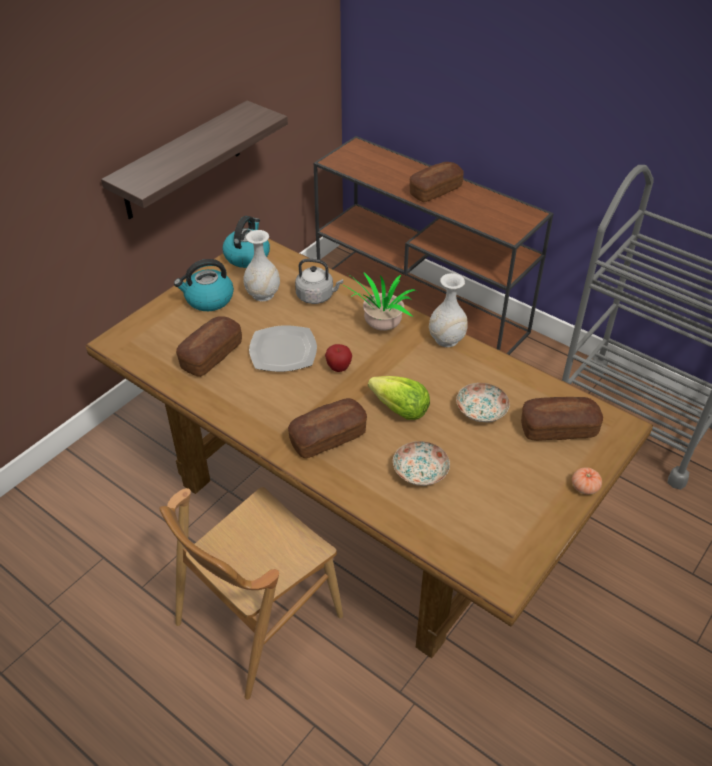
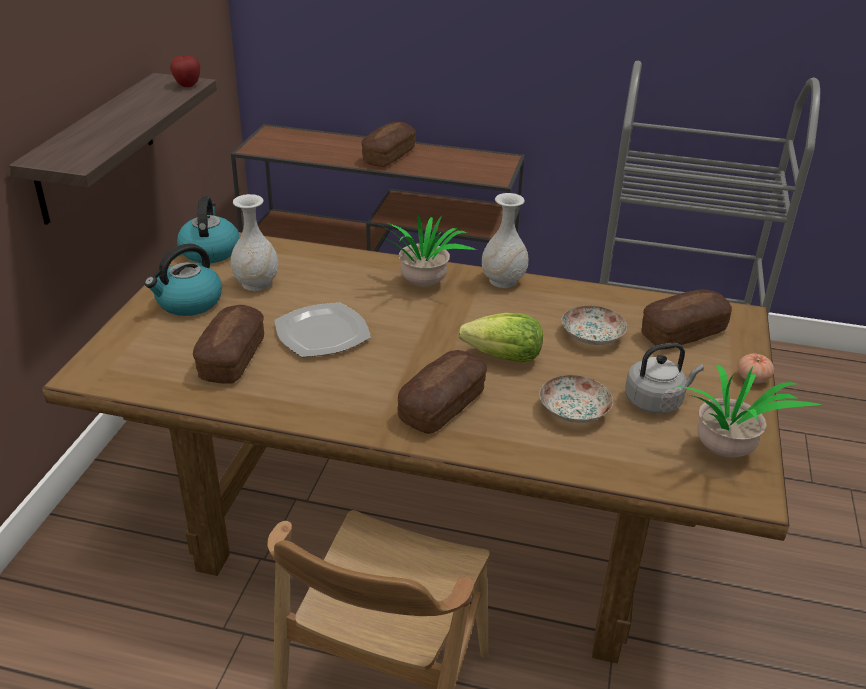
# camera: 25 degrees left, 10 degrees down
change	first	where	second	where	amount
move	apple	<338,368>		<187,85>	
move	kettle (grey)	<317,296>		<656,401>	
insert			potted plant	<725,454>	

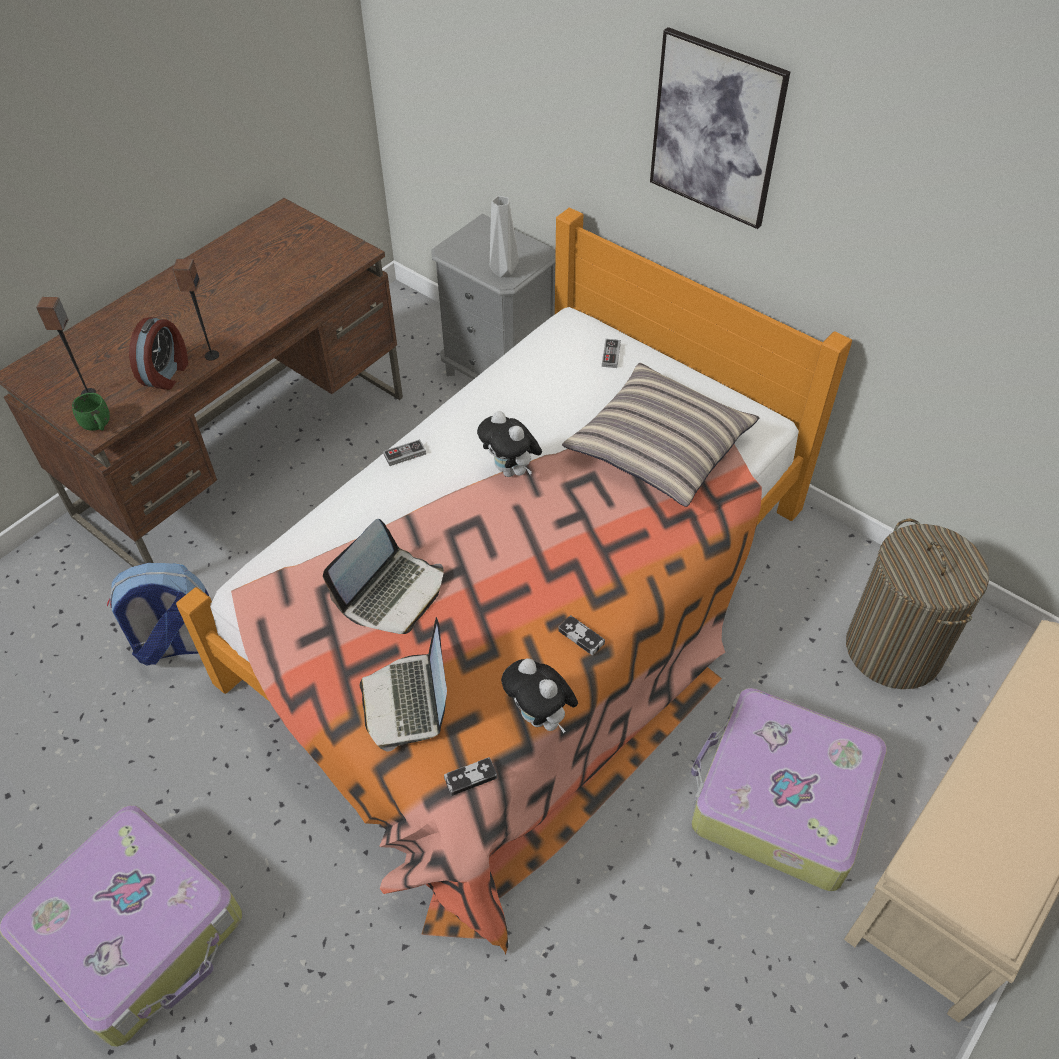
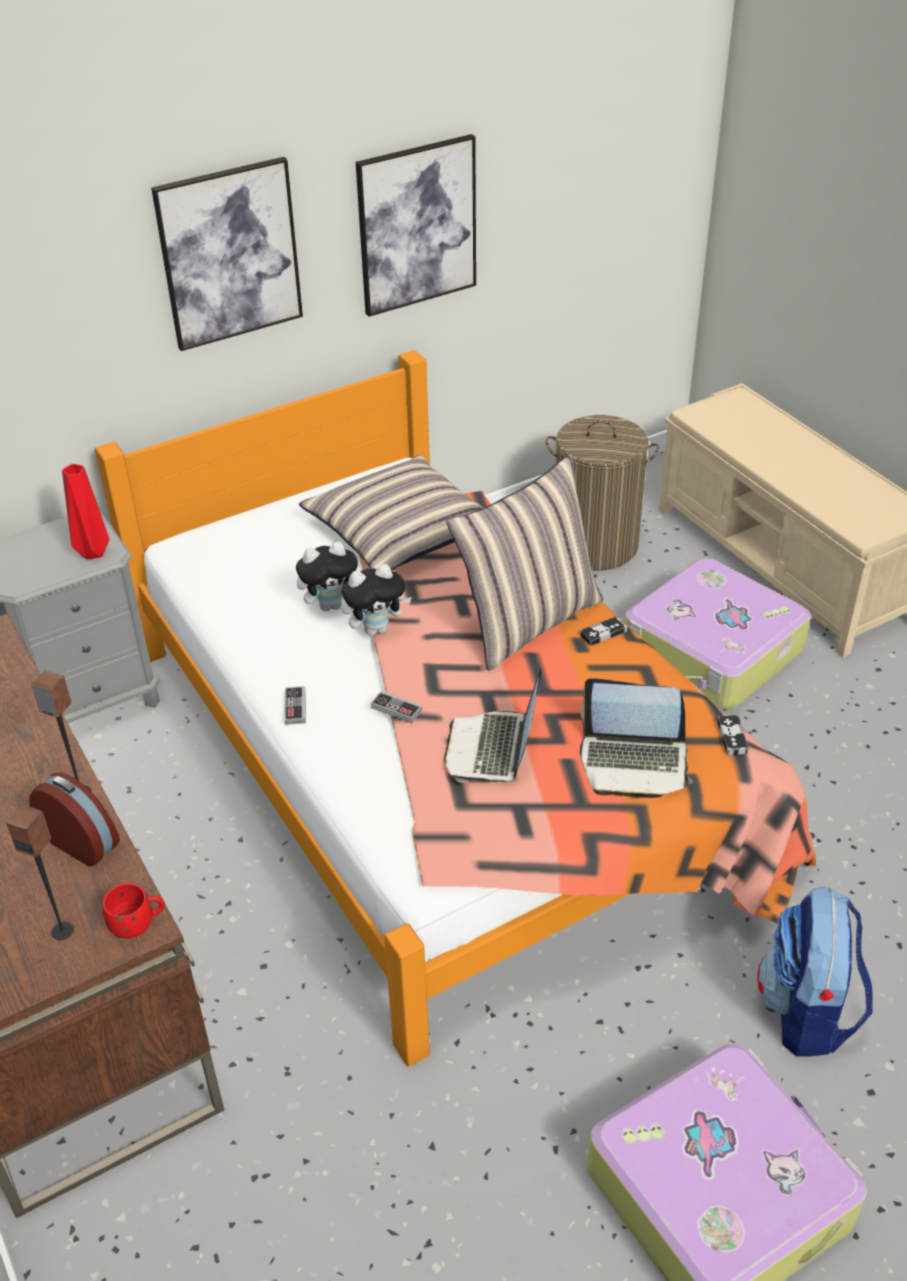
# camera: 70 degrees left, 10 degrees down
change	first	where	second	where	amount
recolor	vase (grey)	<504,271>	vase (red)	<94,551>	
recolor	mug (green)	<98,426>	mug (red)	<138,924>	
move	plush toy	<541,717>		<331,605>	
insert			picture	<417,225>	
move	game controller	<611,355>		<396,709>	
rotate	laptop	<392,593>		<493,749>	135 degrees counterclockwise
insert			pillow	<528,621>	
move	backpack	<178,645>		<807,1012>	

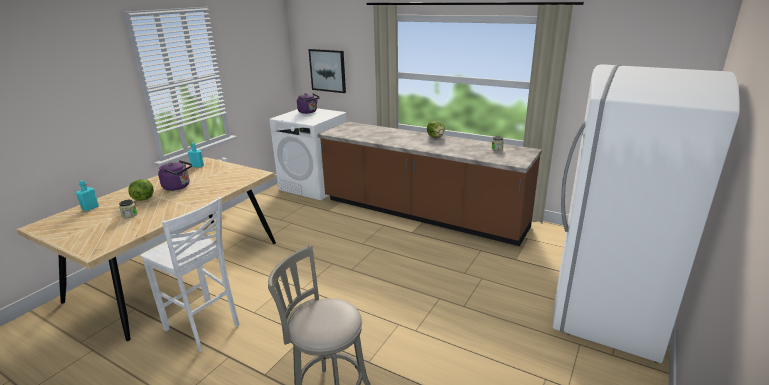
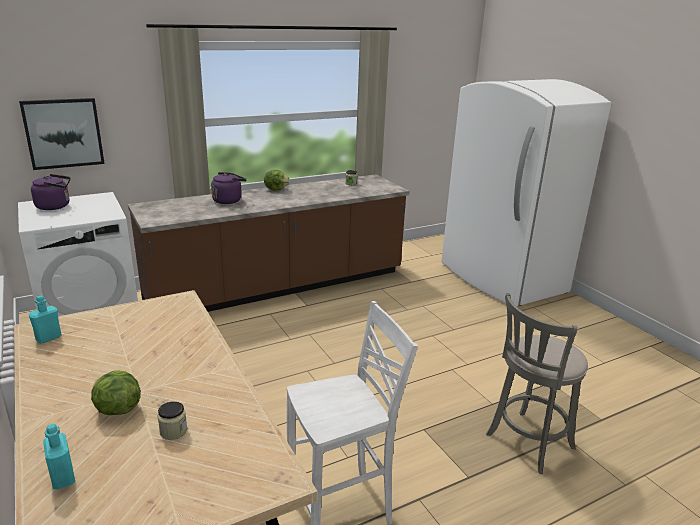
# camera: 60 degrees left, 0 degrees up
change	first	where	second	where	amount
move	kettle (purple)	<178,187>		<228,200>	

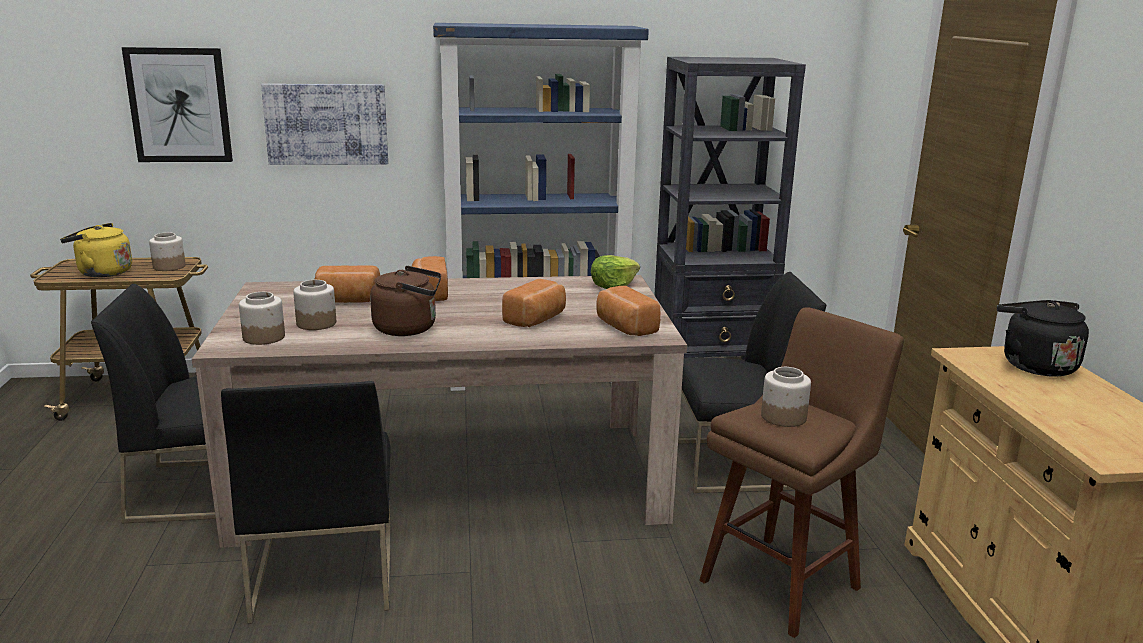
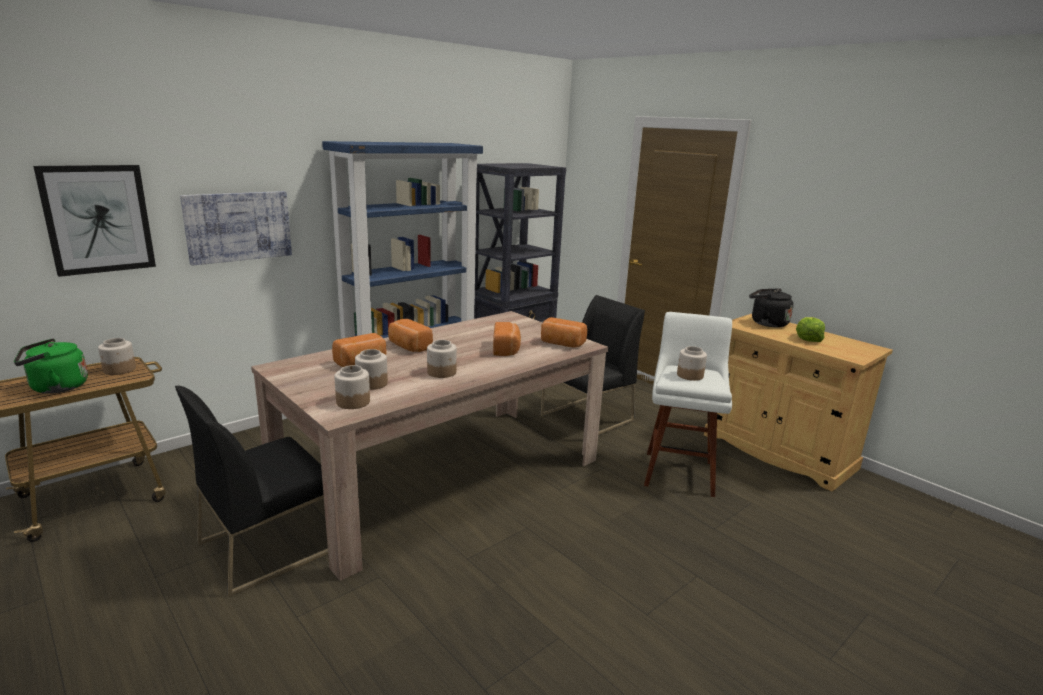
# camera: 35 degrees left, 0 degrees up
change	first	where	second	where	amount
recolor	kettle (yellow)	<102,273>	kettle (green)	<55,388>	
replace	kettle (brown)	<409,328>	jar	<442,372>	
recolor	stool (brown)	<785,581>	stool (white)	<679,471>	
move	lettuce	<613,286>		<807,338>	
delete	chair (black)	<323,572>			

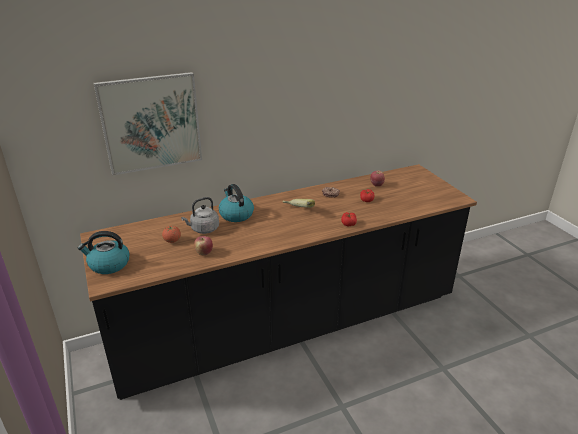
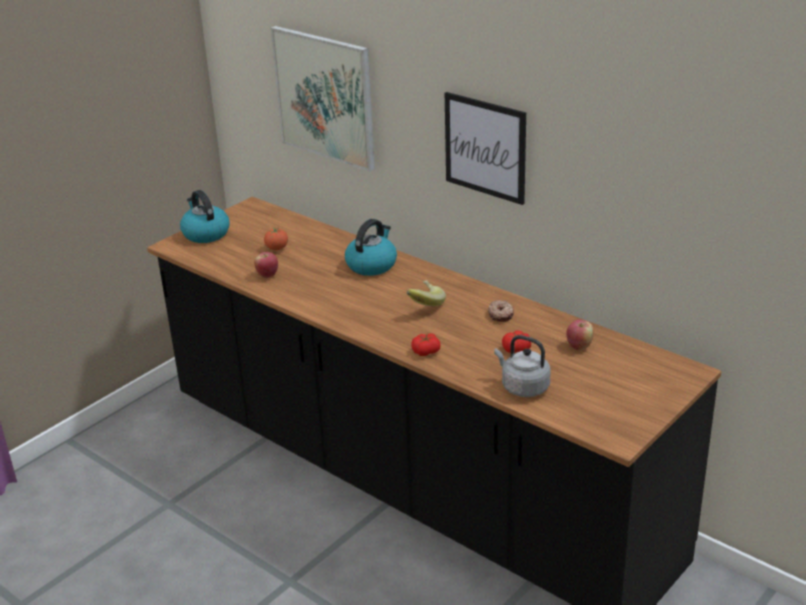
# camera: 65 degrees right, 0 degrees up
change	first	where	second	where	amount
insert			picture	<485,147>	
move	kettle (grey)	<203,229>		<523,387>	

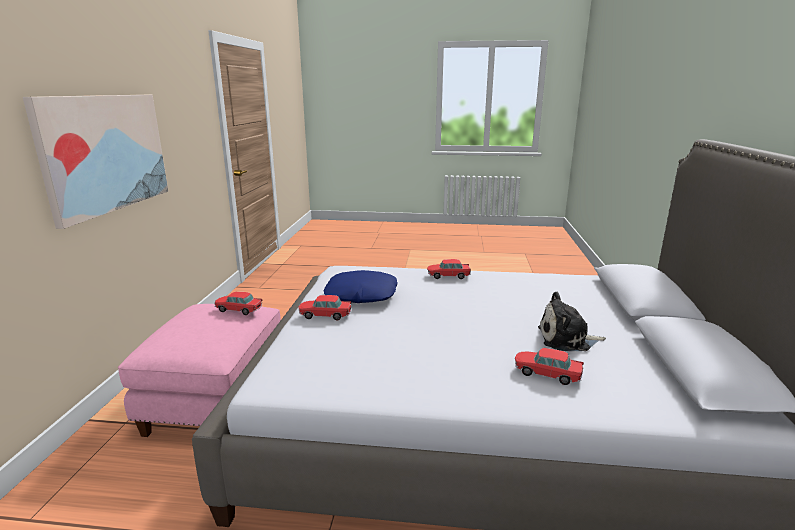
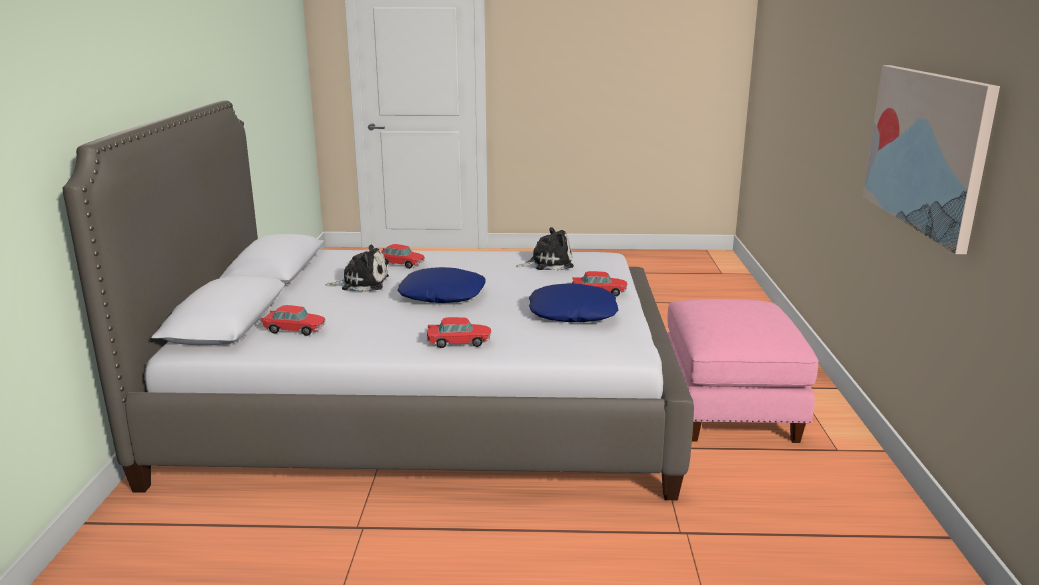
# camera: 175 degrees right, 0 degrees up
change	first	where	second	where	amount
move	toy car	<238,310>		<294,330>	
insert			pillow (blue)	<443,295>	
insert			plush toy	<548,263>	

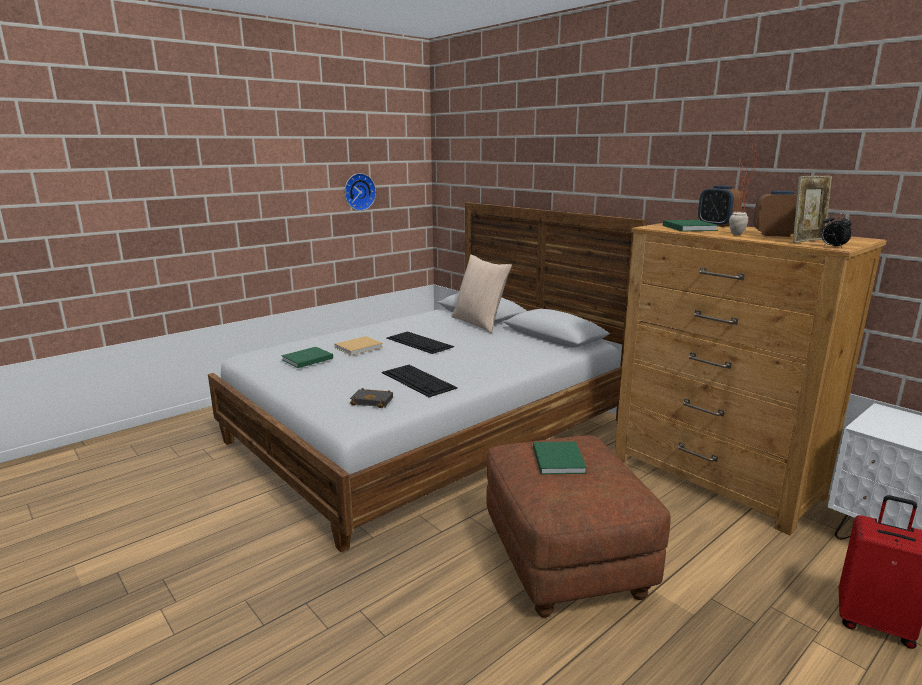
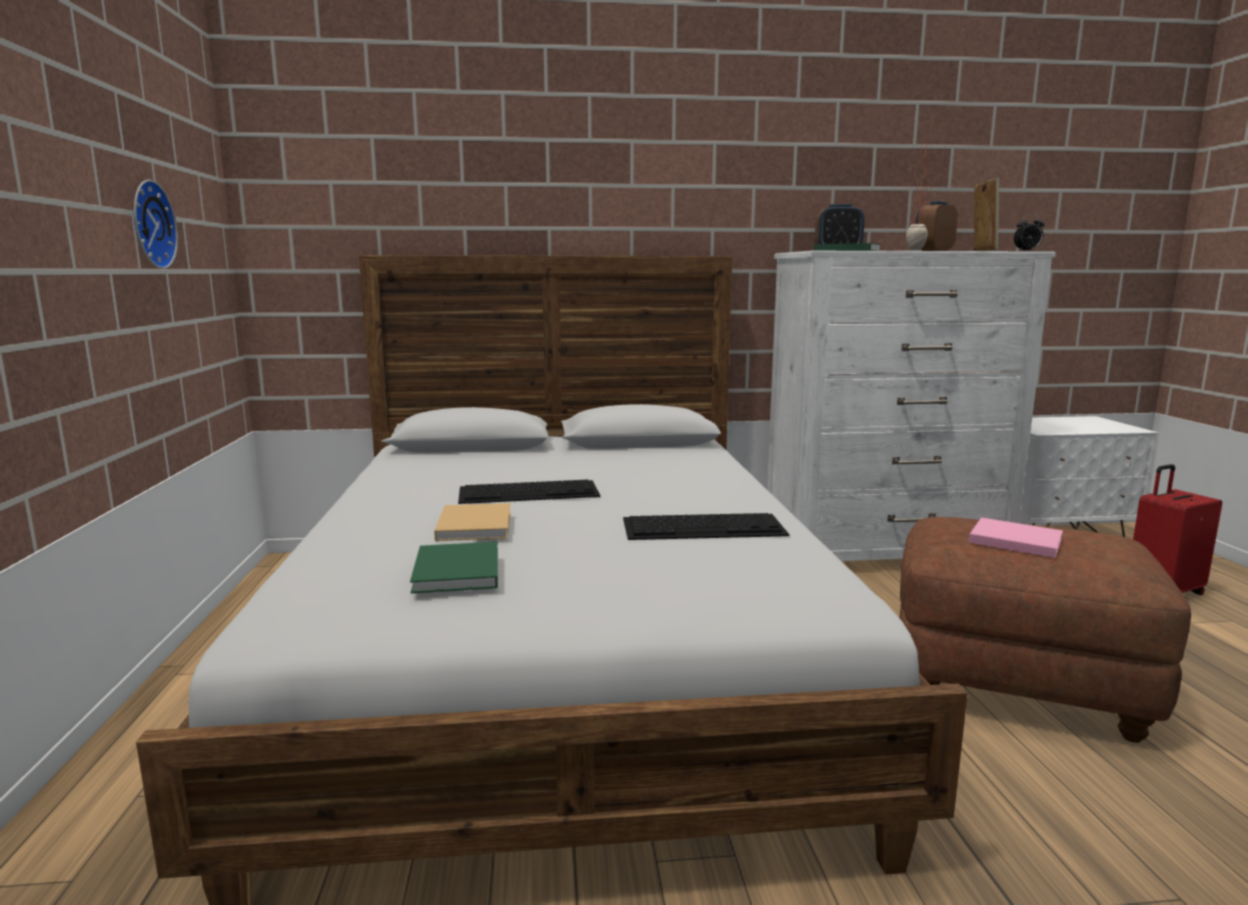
# camera: 55 degrees left, 5 degrees down
change	first	where	second	where	amount
recolor	dresser (brown)	<714,477>	dresser (white)	<884,551>	
recolor	book (green)	<558,459>	book (pink)	<1012,540>	
delete	book (black)	<373,401>			
delete	pillow (beige)	<479,323>			

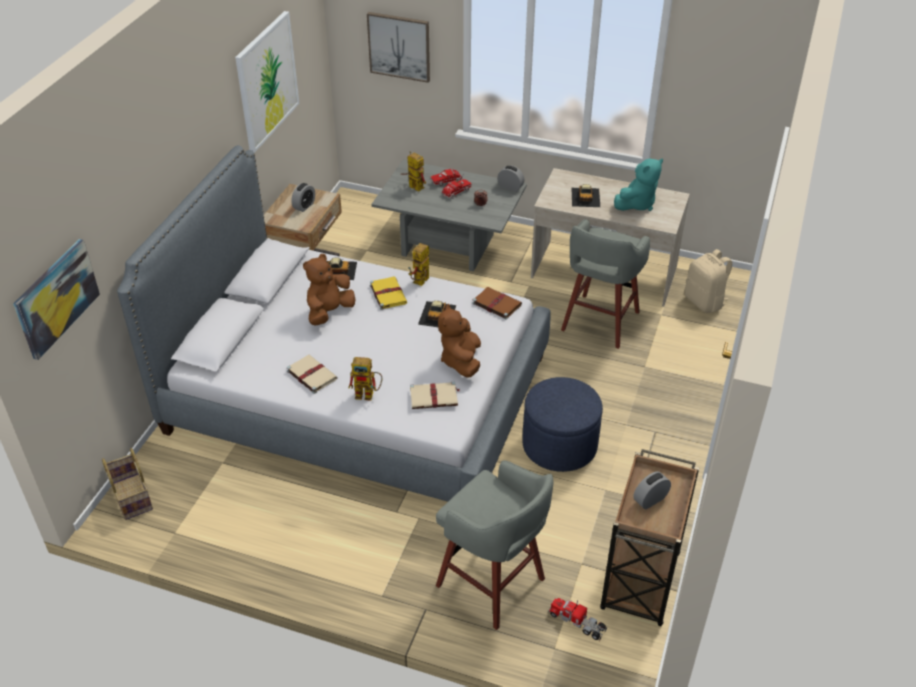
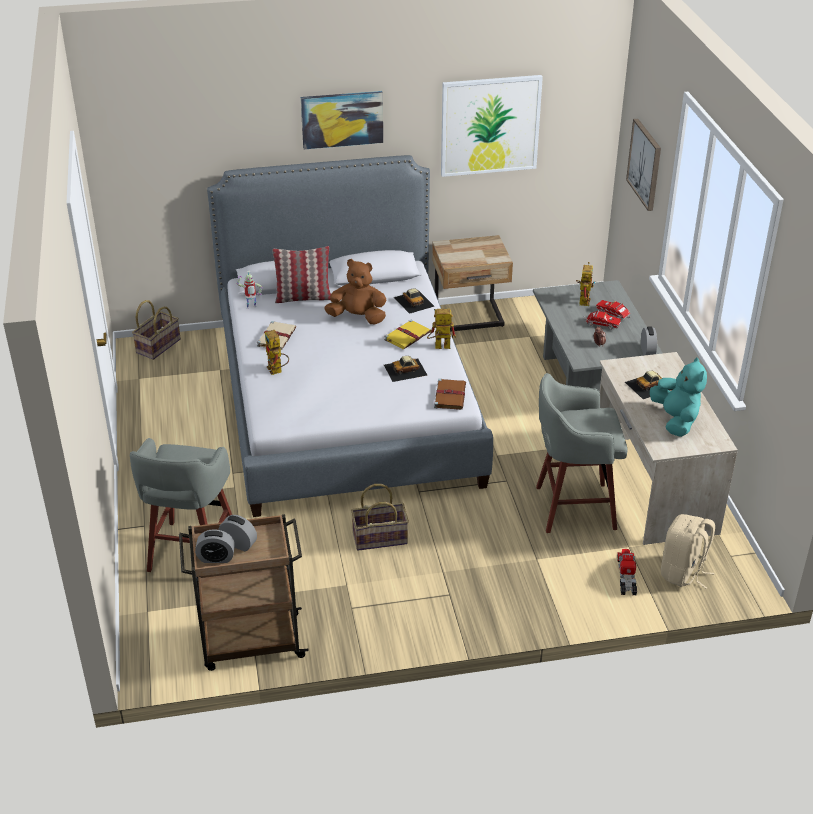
# camera: 60 degrees right, 5 degrees down
change	first	where	second	where	amount
move	alarm clock	<304,206>		<216,558>	
insert			toy robot	<251,308>	
insert			pillow	<303,297>	
move	picture	<56,298>		<342,119>	
replace	ottoman (blue)	<559,445>	basket	<380,537>	
move	toy truck	<577,622>		<626,576>	
rotate	plush toy (turquoise)	<637,204>		<676,420>	120 degrees counterclockwise
delete	book (beige)	<434,397>			
delete	plush toy (brown)	<461,361>			

